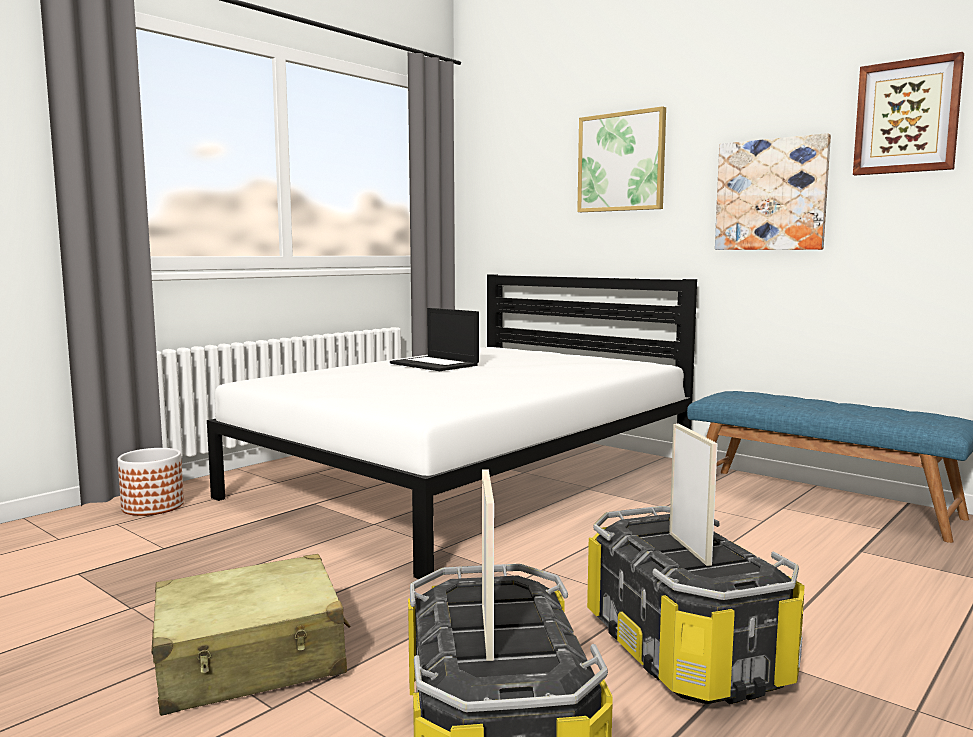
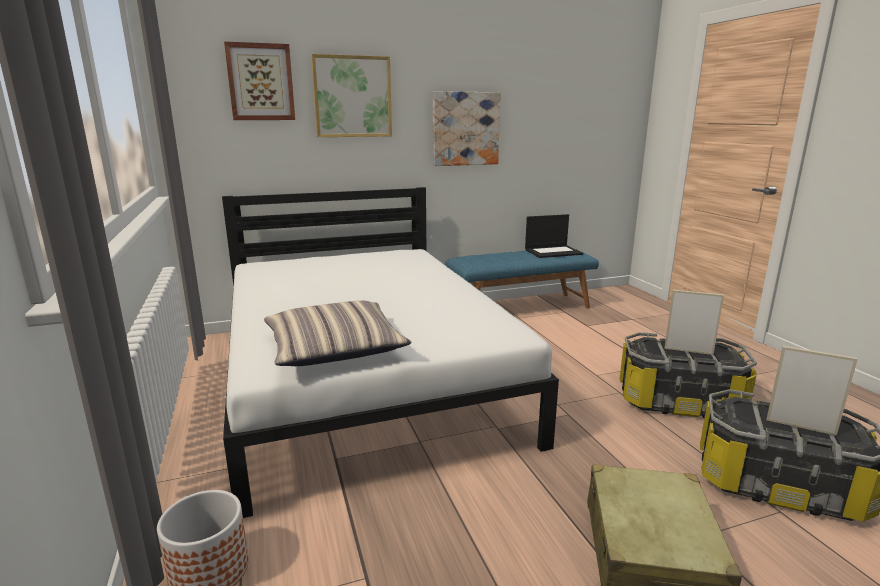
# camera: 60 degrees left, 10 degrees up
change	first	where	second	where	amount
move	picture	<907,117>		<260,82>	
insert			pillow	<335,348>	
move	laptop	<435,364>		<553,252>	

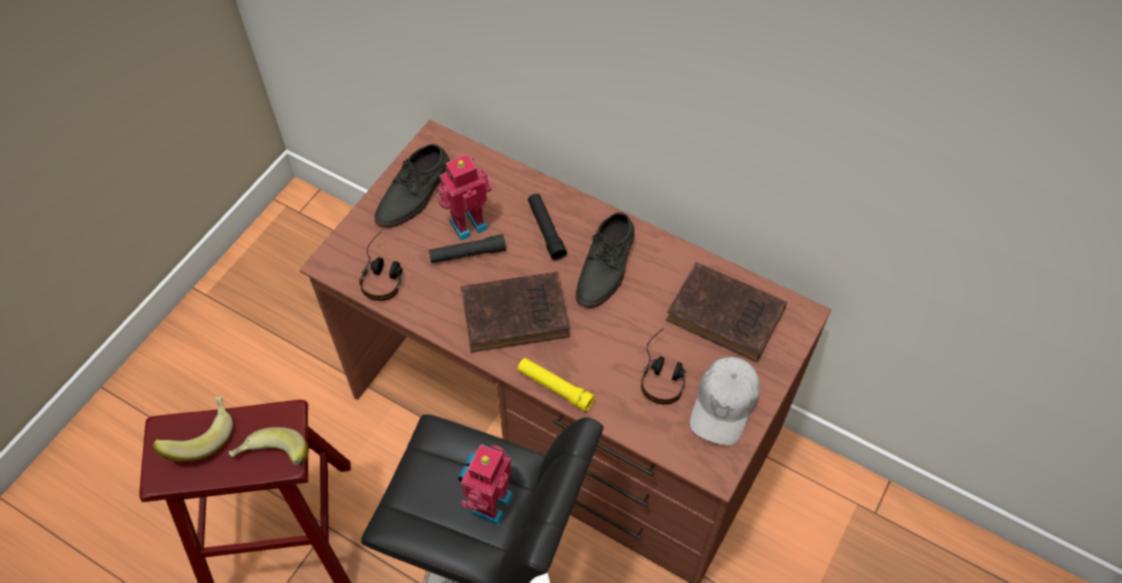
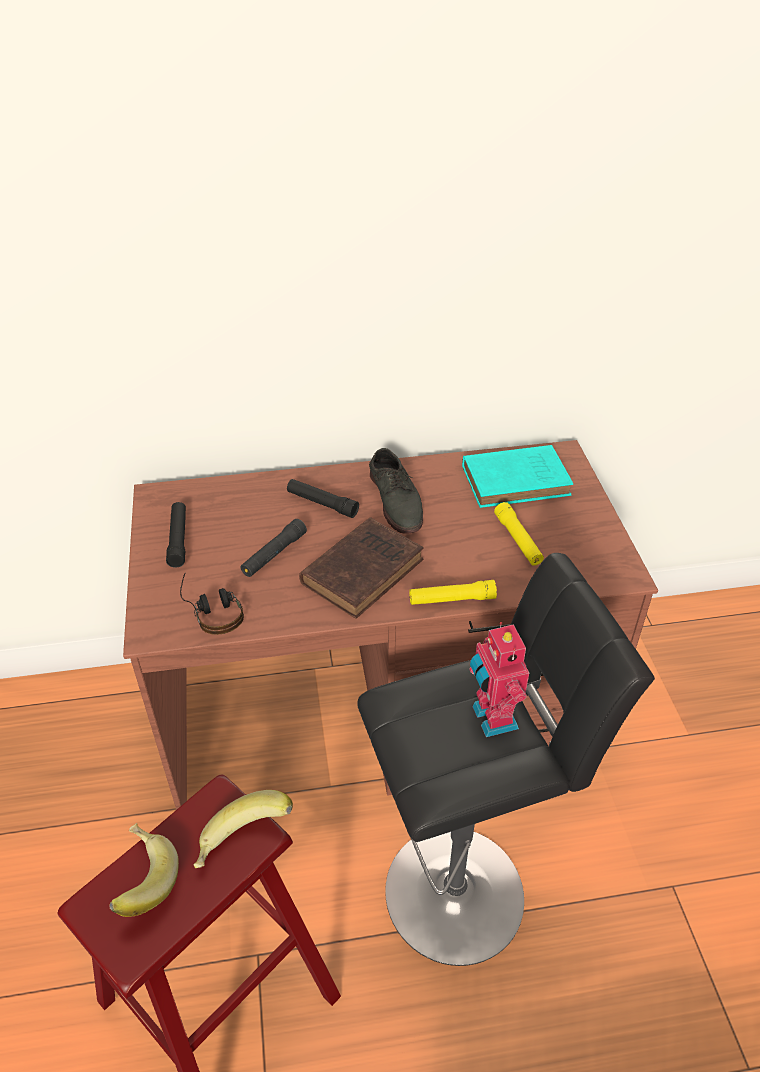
# camera: 40 degrees left, 15 degrees down
change	first	where	second	where	amount
replace	shoe (grey)	<415,193>	flashlight (black)	<178,539>	
recolor	book (brown)	<728,316>	book (turquoise)	<518,481>	
replace	headphones	<663,373>	flashlight (yellow)	<518,540>	
delete	toy robot	<467,223>			
delete	cap (white)	<724,405>			

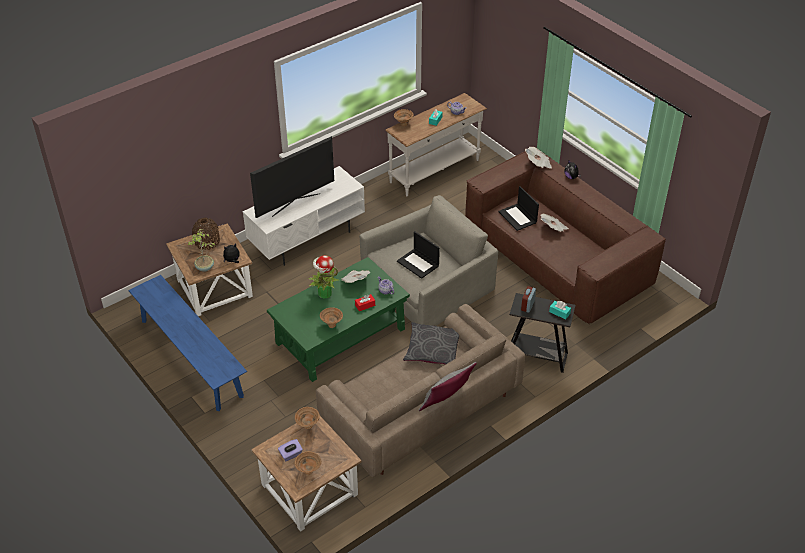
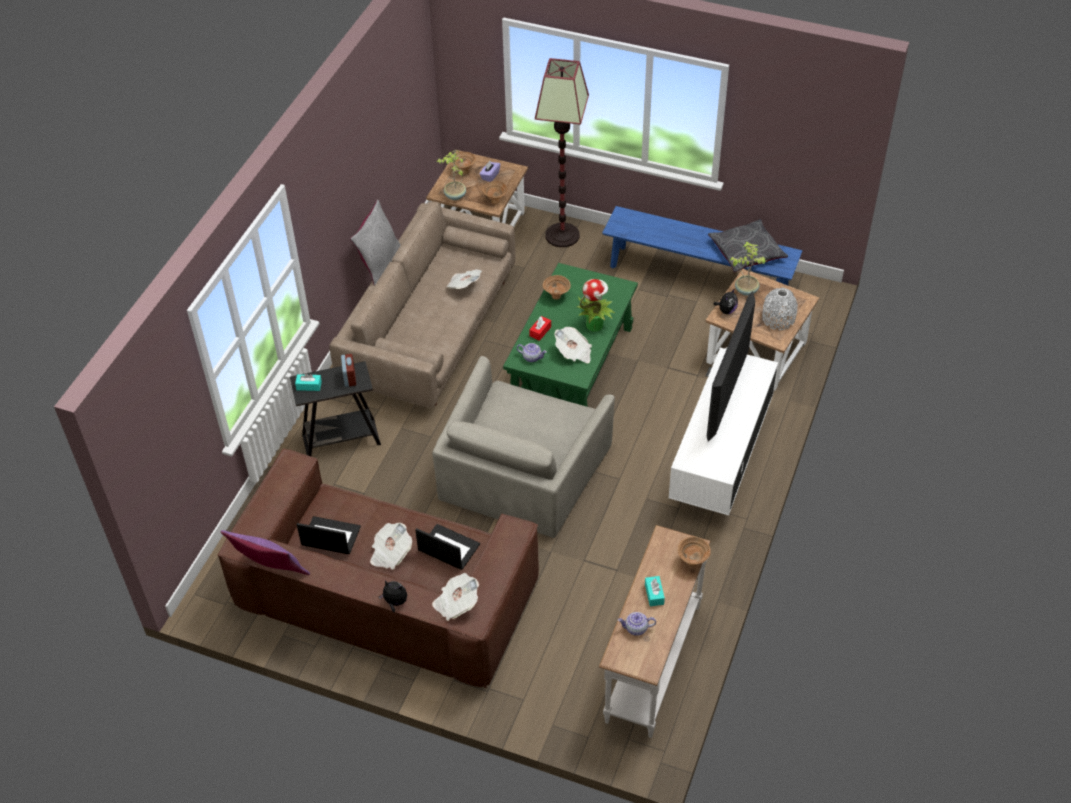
# camera: 150 degrees right, 5 degrees up
change	first	where	second	where	amount
insert			pillow (purple)	<271,573>	
move	laptop	<418,263>		<330,536>	
insert			potted plant	<454,196>	
insert			newspaper	<464,286>	
insert			floor lamp	<562,235>	
move	pillow (grey)	<432,349>		<746,252>	
recolor	vase (brown)	<207,242>	vase (grey)	<778,318>	

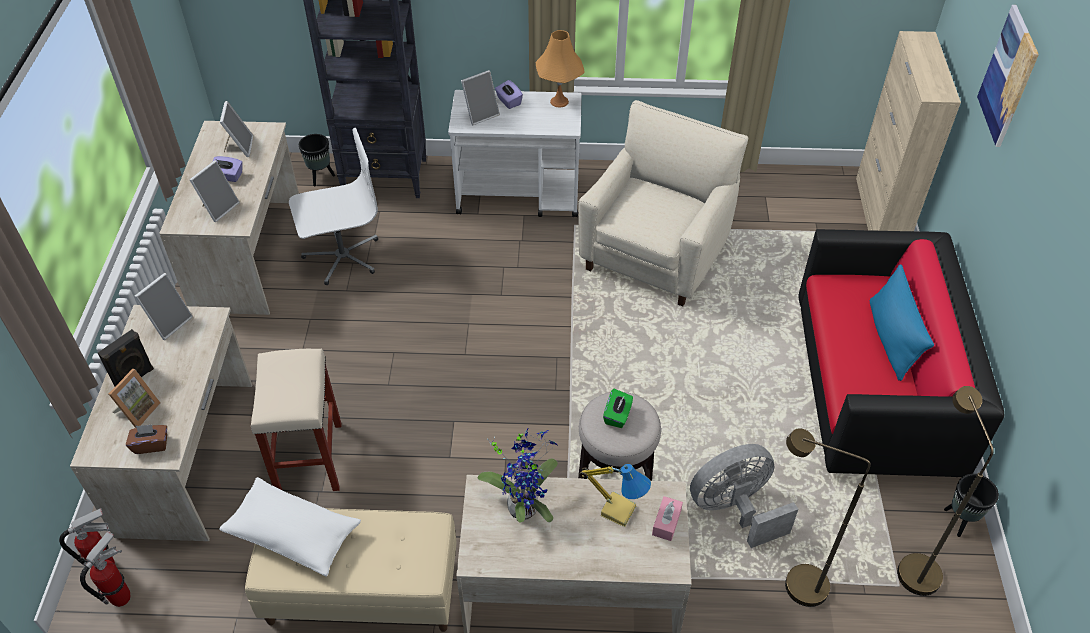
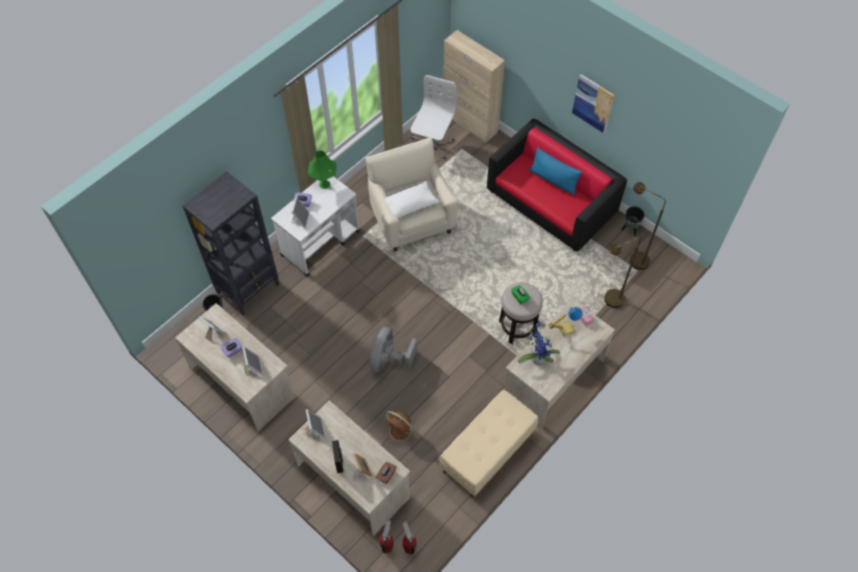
# camera: 50 degrees left, 10 degrees up
change	first	where	second	where	amount
recolor	table lamp (orange)	<559,101>	table lamp (green)	<324,184>	
move	fan (grey)	<734,509>		<388,360>	
move	pillow (white)	<293,534>		<408,205>	
replace	stool (beige)	<310,460>	fan (brown)	<401,431>	
move	office chair (white)	<342,256>		<432,144>	
move	picture	<1008,76>		<593,103>	

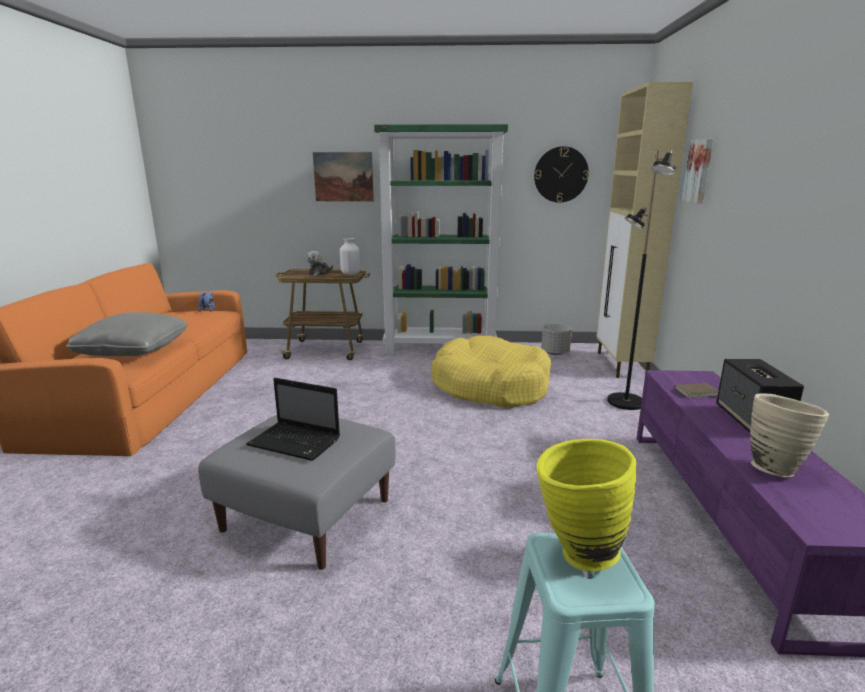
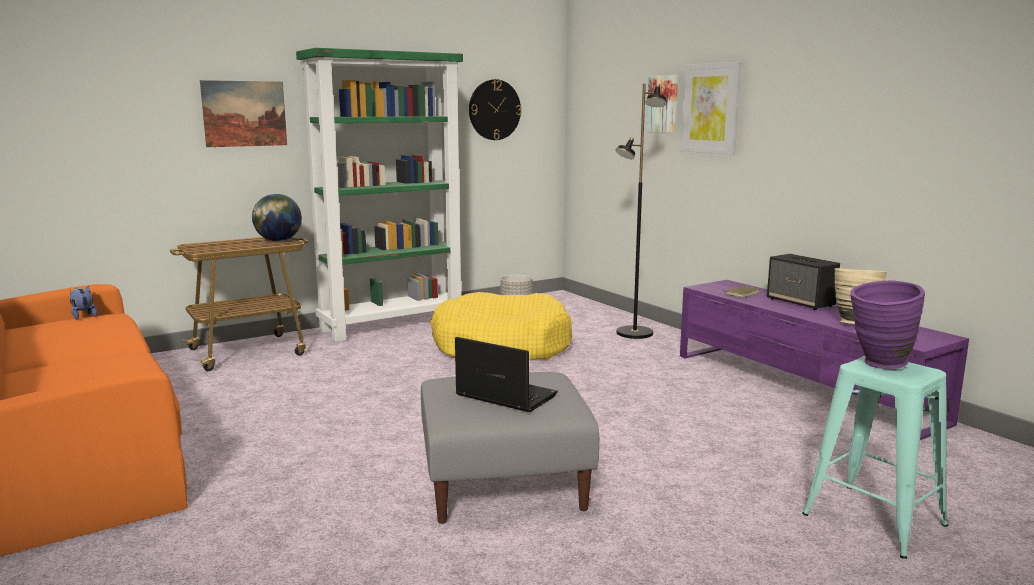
# camera: 35 degrees left, 5 degrees down
change	first	where	second	where	amount
replace	vase (white)	<350,273>	globe	<278,241>	
rotate	laptop	<296,442>		<504,396>	135 degrees counterclockwise
insert			picture	<710,108>	
recolor	vase (yellow)	<575,554>	vase (purple)	<878,365>	
delete	pillow (grey)	<133,351>			
delete	plush toy	<319,273>			
delete	cabinet (beige)	<621,365>			

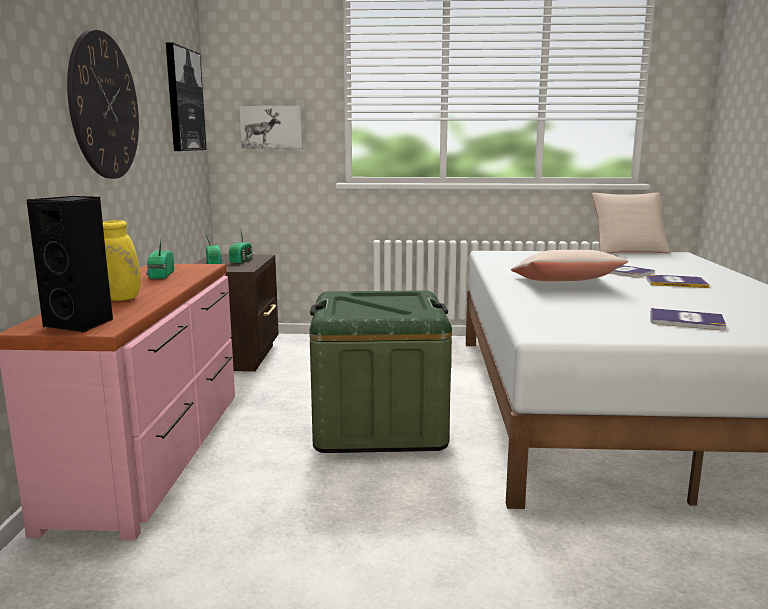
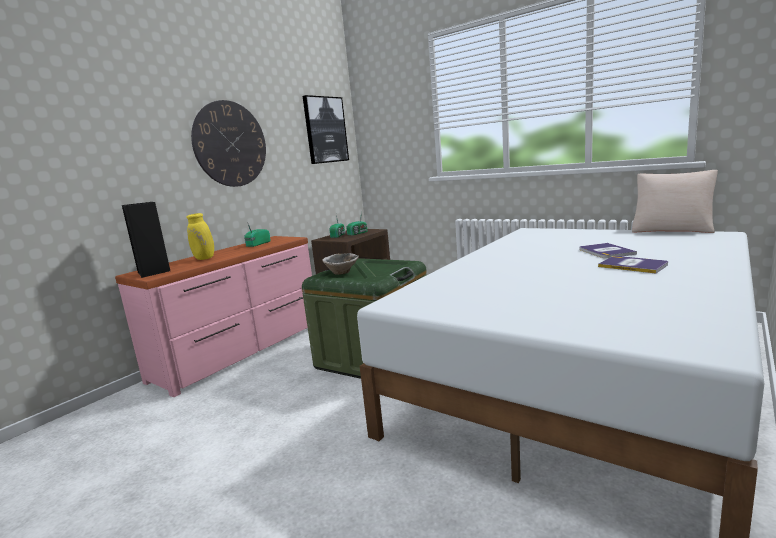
# camera: 35 degrees right, 0 degrees up
change	first	where	second	where	amount
insert			bowl	<342,272>	
delete	picture	<272,127>			
delete	pillow (beige)	<564,284>			
delete	book	<686,321>			

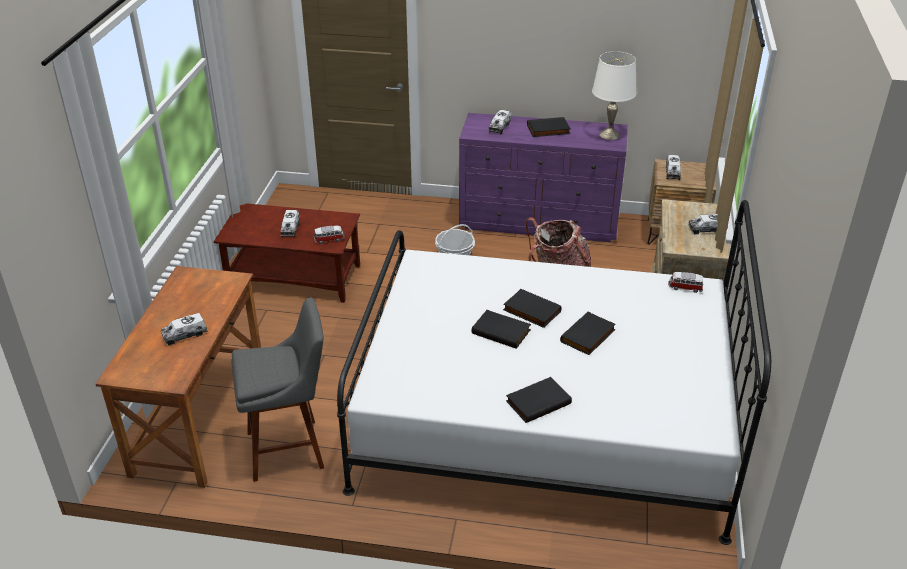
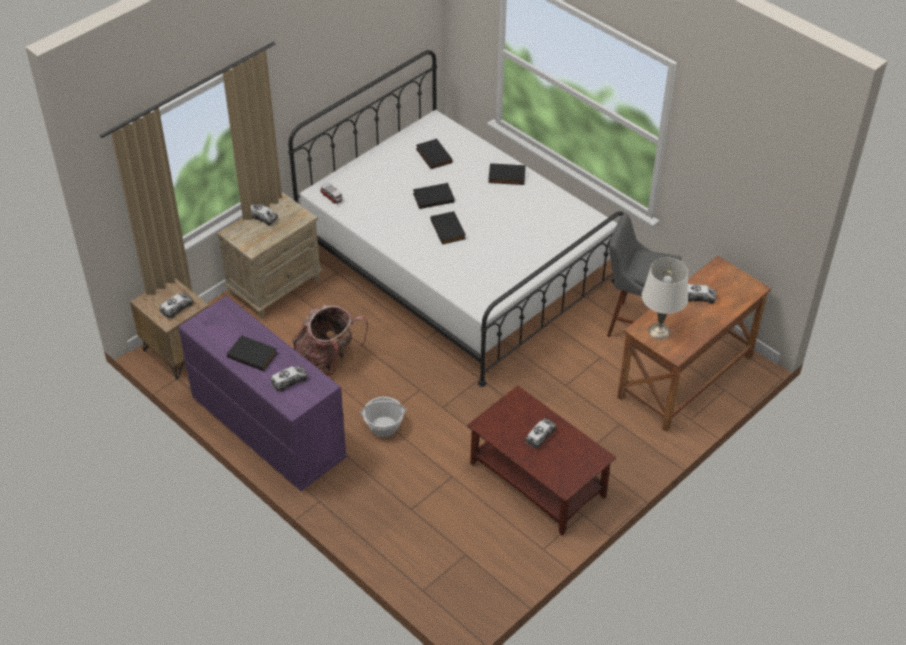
# camera: 145 degrees left, 10 degrees up
change	first	where	second	where	amount
move	book (black)	<502,331>		<433,156>	
move	table lamp (white)	<609,135>		<659,331>	
delete	toy car	<329,239>			

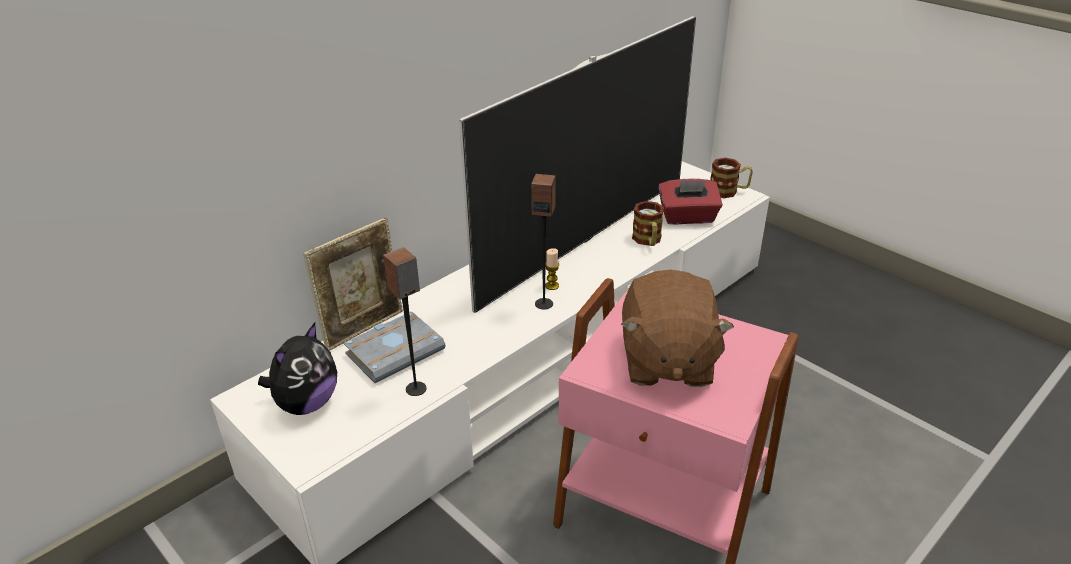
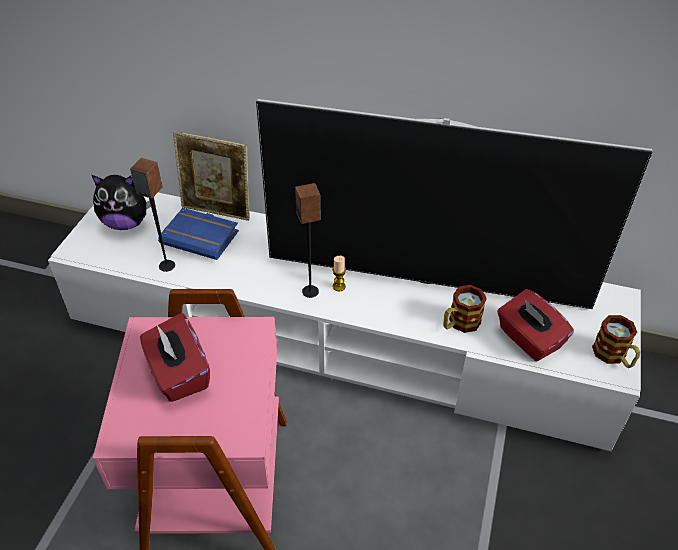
# camera: 60 degrees right, 10 degrees up
change	first	where	second	where	amount
replace	plush toy (brown)	<666,361>	tissue box (red)	<178,374>	
recolor	book (grey)	<395,350>	book (blue)	<202,237>	

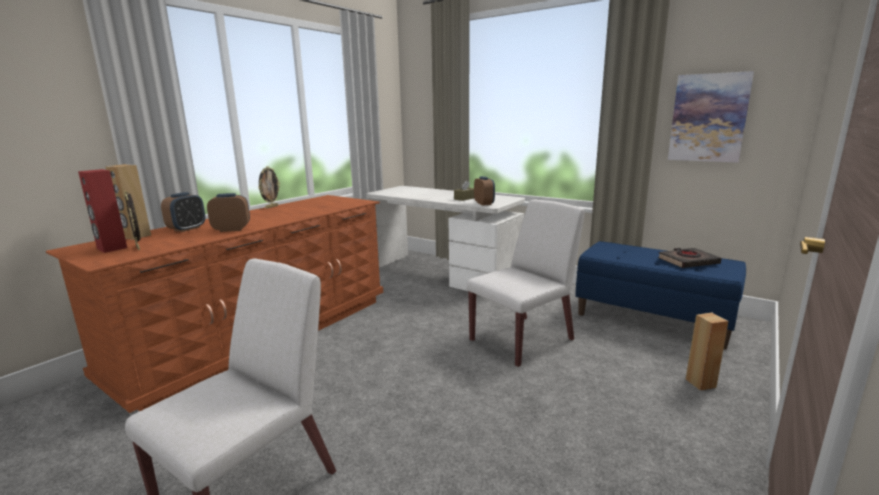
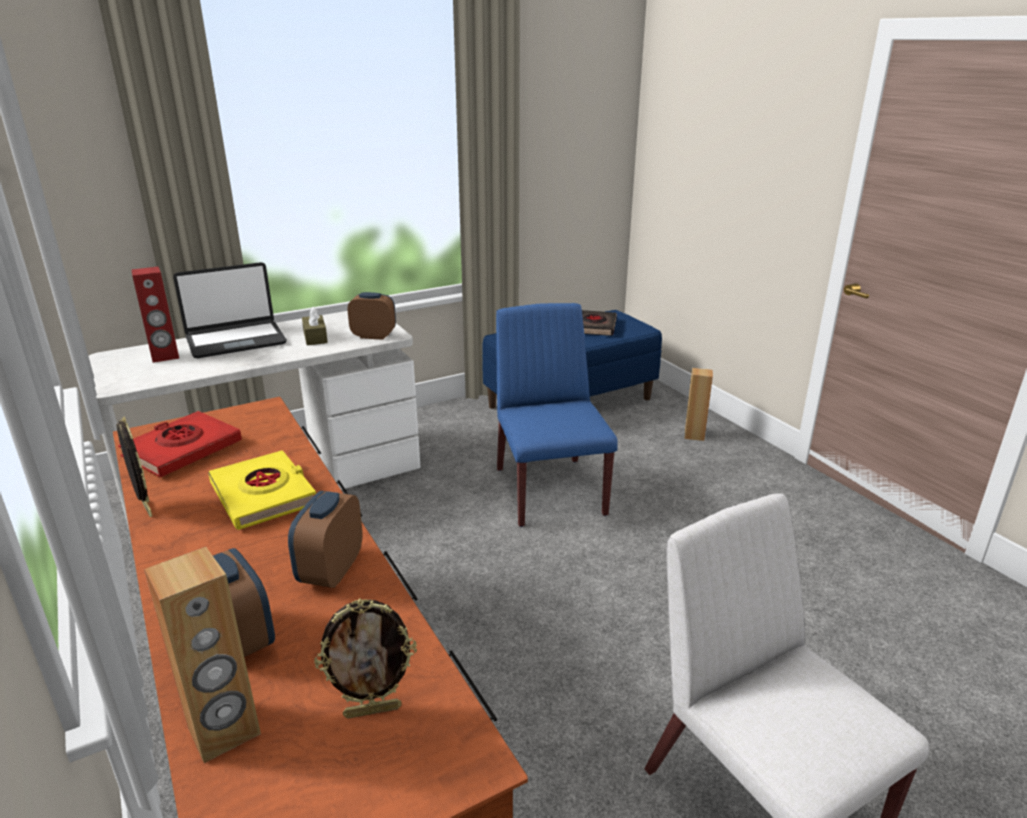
# camera: 65 degrees left, 10 degrees up
change	first	where	second	where	amount
insert			book (red)	<182,450>	
move	speaker (red)	<111,248>		<165,356>	
insert			laptop	<236,340>	
insert			book (yellow)	<264,495>	
recolor	chair (white)	<522,339>	chair (blue)	<549,490>	
delete	picture	<708,118>			

